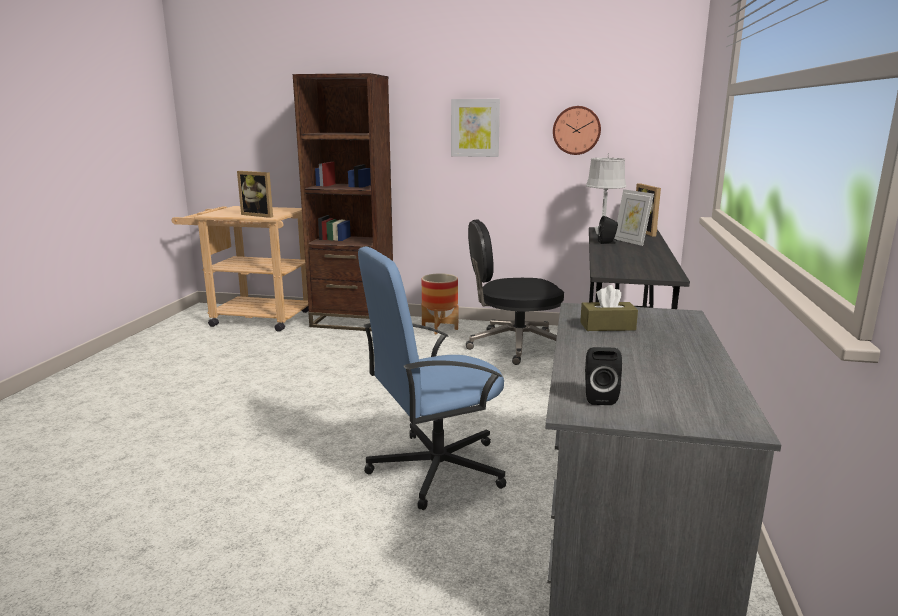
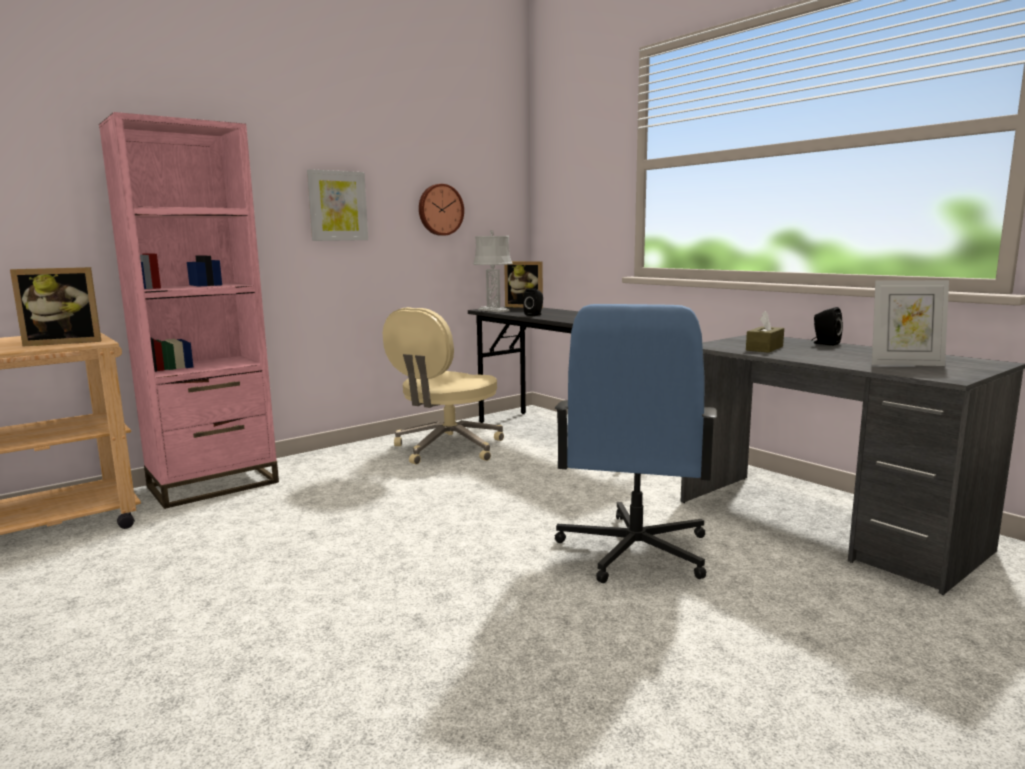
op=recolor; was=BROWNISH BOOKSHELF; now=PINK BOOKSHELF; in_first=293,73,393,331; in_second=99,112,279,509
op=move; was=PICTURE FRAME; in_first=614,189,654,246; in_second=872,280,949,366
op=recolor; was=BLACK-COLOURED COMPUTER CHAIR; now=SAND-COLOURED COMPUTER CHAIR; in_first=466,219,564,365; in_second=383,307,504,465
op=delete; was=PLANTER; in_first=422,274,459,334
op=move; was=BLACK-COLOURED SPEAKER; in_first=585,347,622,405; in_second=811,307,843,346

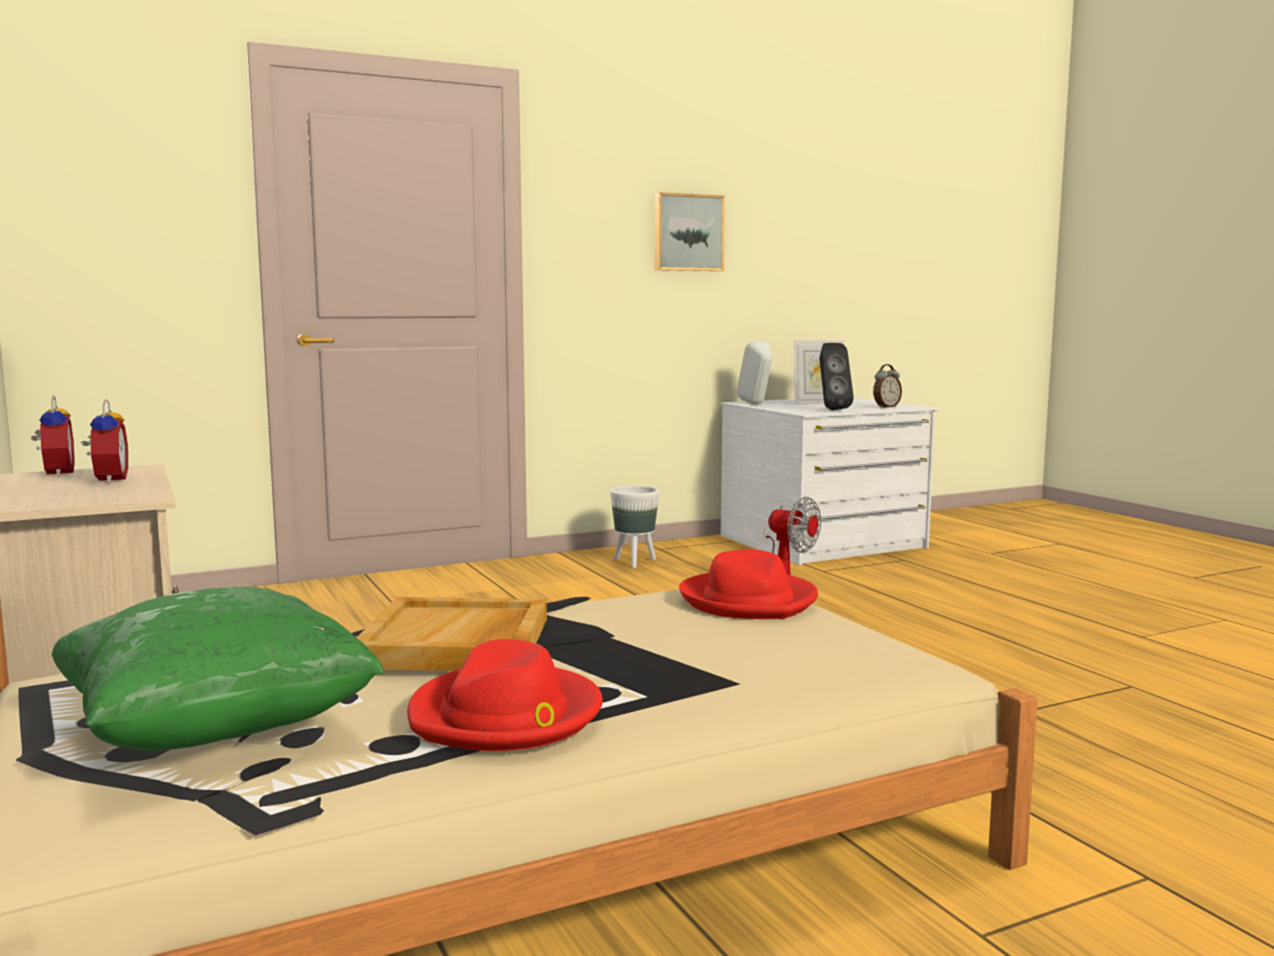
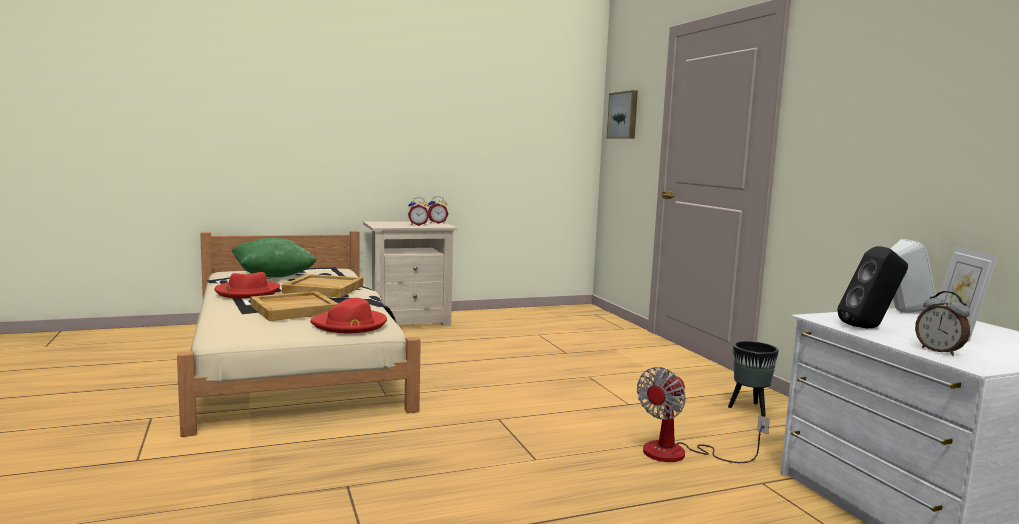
op=move; was=WALL PICTURE; in_first=655,192,725,271; in_second=607,90,638,139
op=recolor; was=WHITISH PLANTER; now=BLACK-COLOURED PLANTER; in_first=610,486,659,568; in_second=728,341,779,417
op=insert; now=SAND-COLOURED TRAY; in_second=250,291,338,321

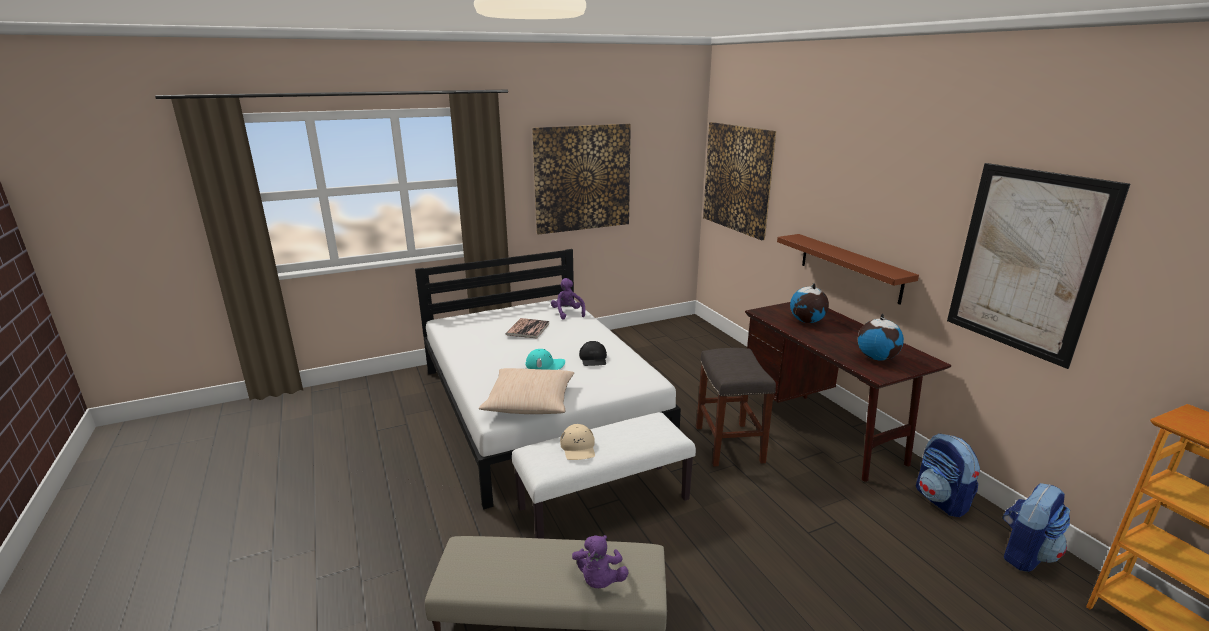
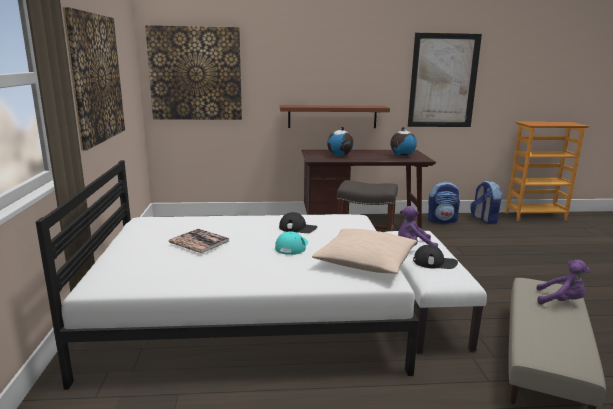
op=move; was=PURPLE-COLOURED CUDDLY TOY; in_first=551,278,585,320; in_second=398,206,438,247
op=recolor; was=SAND-COLOURED PEAKED CAP; now=BLACK-COLOURED PEAKED CAP; in_first=560,424,595,460; in_second=413,245,458,269

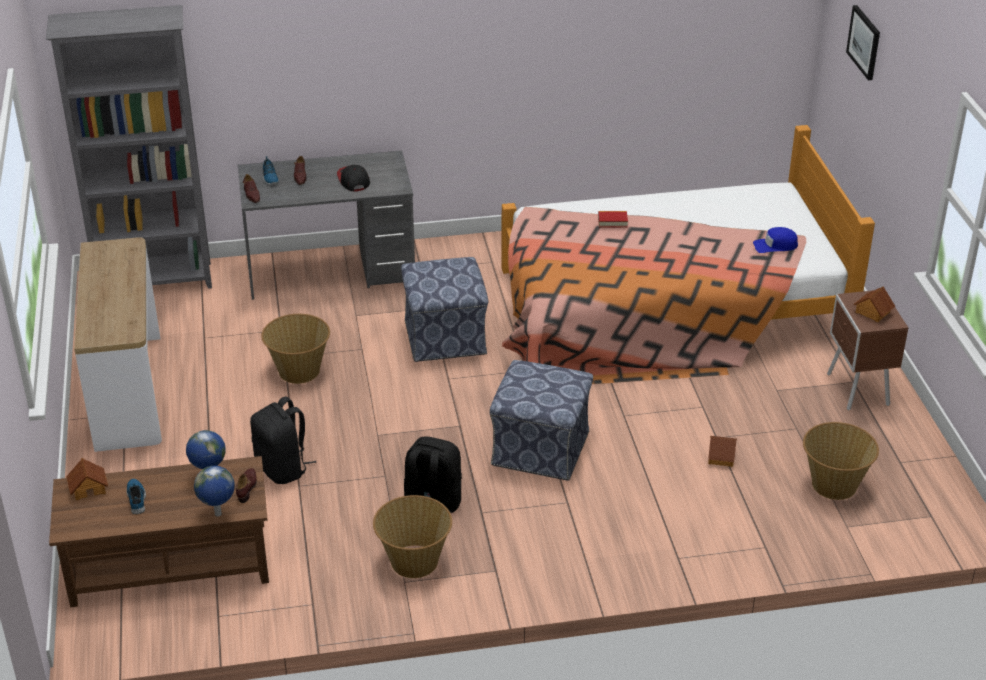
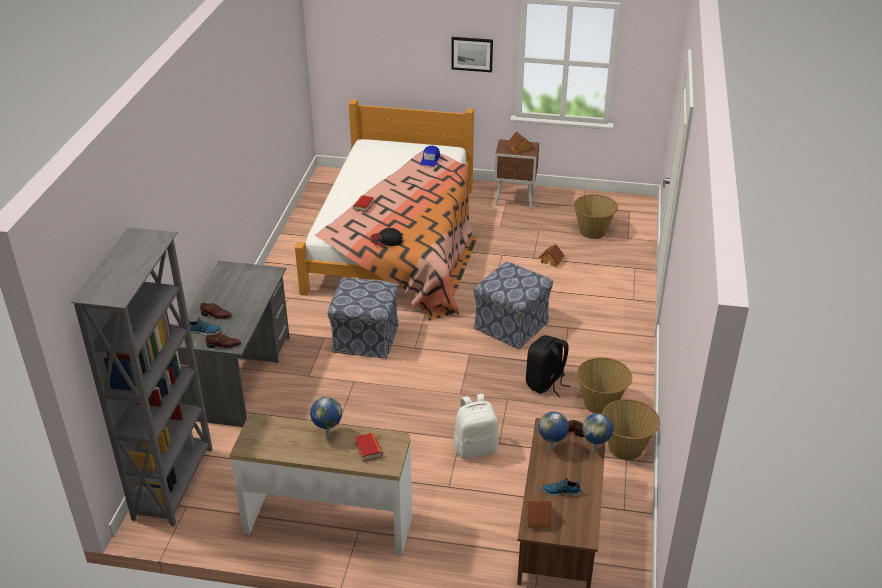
op=move; was=WALL PICTURE; in_first=846,5,880,80; in_second=451,37,493,72
op=move; was=PEAKED CAP; in_first=337,165,370,191; in_second=370,228,403,246
op=move; was=STORAGE BASKET; in_first=261,314,330,384; in_second=602,399,660,460
op=recolor; was=BLACK-COLOURED KNAPSACK; now=WHITISH KNAPSACK; in_first=250,396,316,484; in_second=454,394,498,459
op=insert; now=DESK GLOBE; in_second=310,397,342,437
op=insert; now=VOLUME; in_second=355,433,382,462

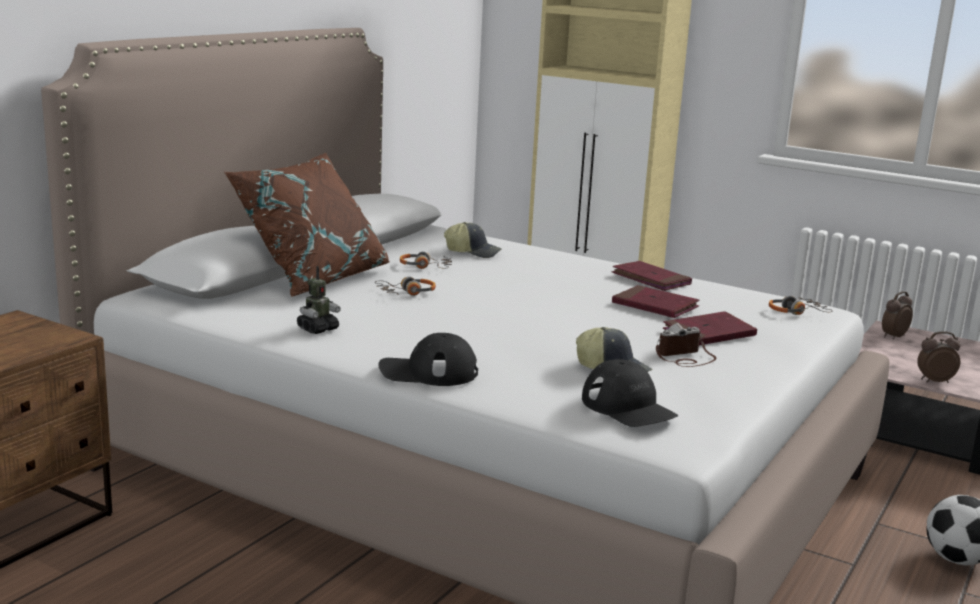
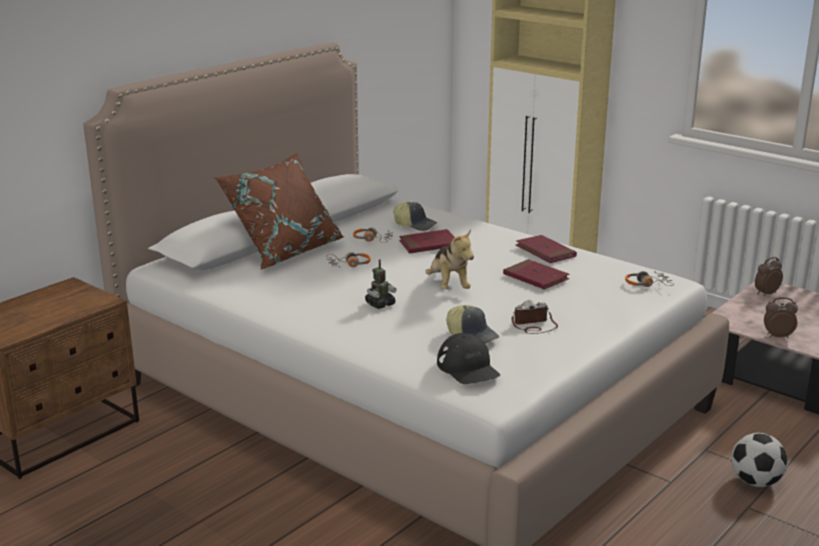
op=move; was=ROBOT FIGURE; in_first=297,266,341,334; in_second=365,259,397,309
op=move; was=RED-COLOURED VOLUME; in_first=663,311,757,345; in_second=399,229,455,253
op=delete; was=BLACK-COLOURED PEAKED CAP; in_first=378,333,478,386
op=insert; now=CUDDLY TOY; in_second=425,229,474,289

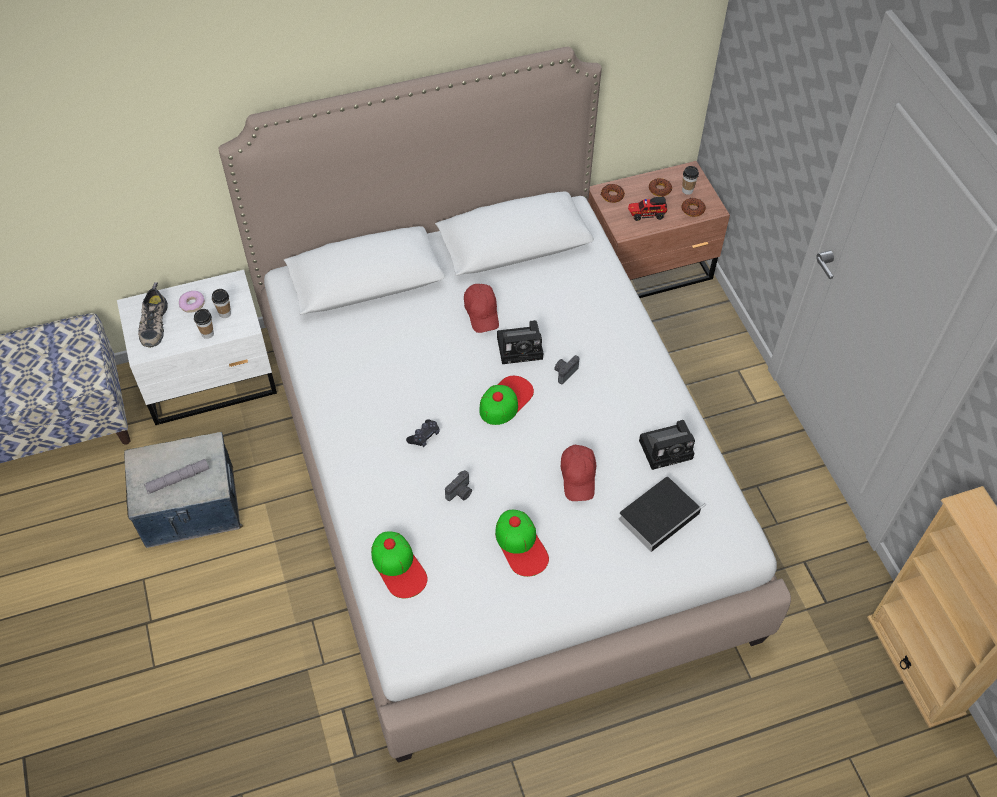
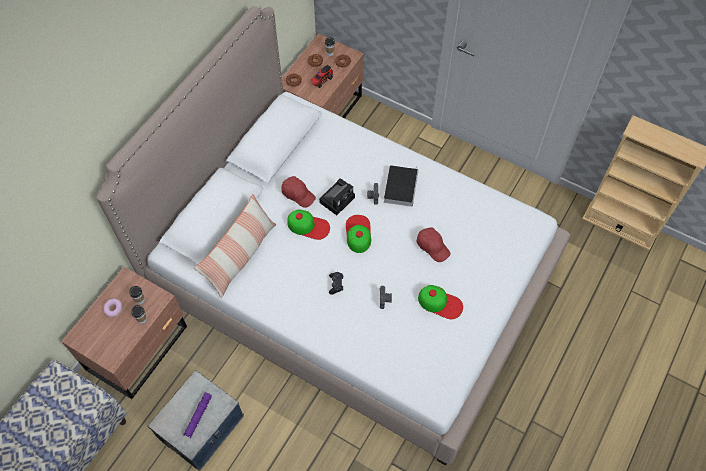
op=recolor; was=WHITISH NIGHT TABLE; now=BROWNISH NIGHT TABLE; in_first=117,270,277,425; in_second=61,267,187,399
op=delete; was=SHOE; in_first=138,282,168,348
op=delete; was=STILL CAMERA; in_first=639,420,695,470
op=recolor; was=GREY HAND TORCH; now=PURPLE-COLOURED HAND TORCH; in_first=144,459,209,494; in_second=183,392,212,438
op=move; was=VOLUME; in_first=619,477,706,552; in_second=384,165,419,207
op=move; was=PEAKED CAP; in_first=371,531,428,598; in_second=287,210,330,240
op=insert; now=THROW PILLOW; in_second=194,194,276,299

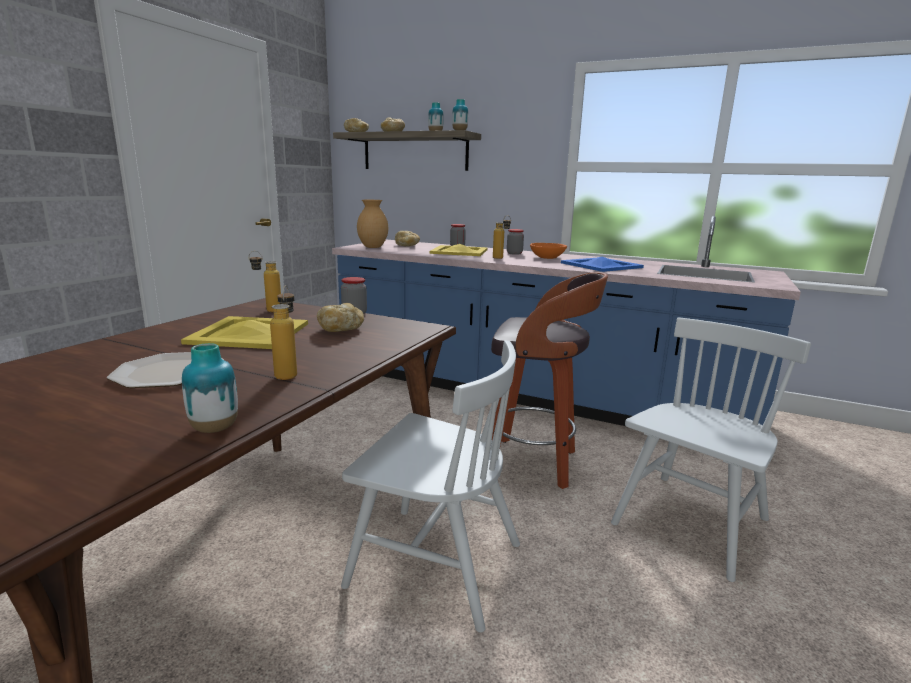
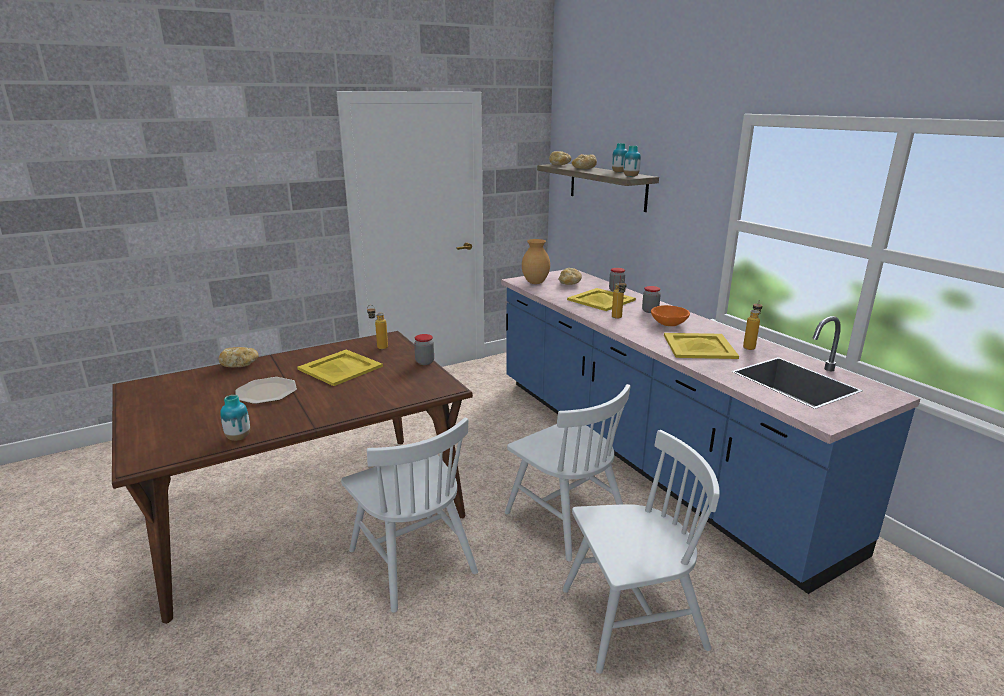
op=recolor; was=BLUE-COLOURED TRAY; now=YELLOW TRAY; in_first=561,257,644,272; in_second=664,333,739,359
op=replace; was=STOOL SEAT; now=WHITISH CHAIR; in_first=491,272,608,489; in_second=505,384,630,562
op=move; was=DRINK BOTTLE; in_first=270,285,297,380; in_second=743,300,762,350
op=move; was=BAKED BREAD; in_first=317,303,364,332; in_second=219,347,258,367

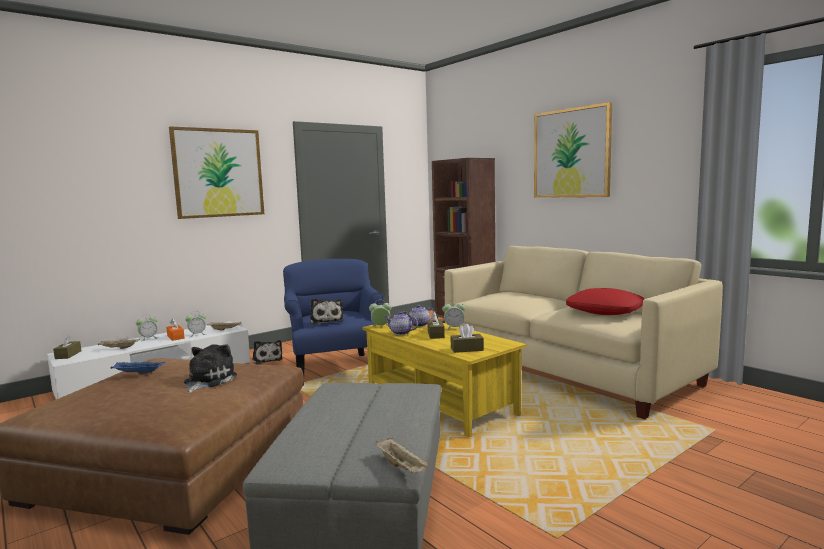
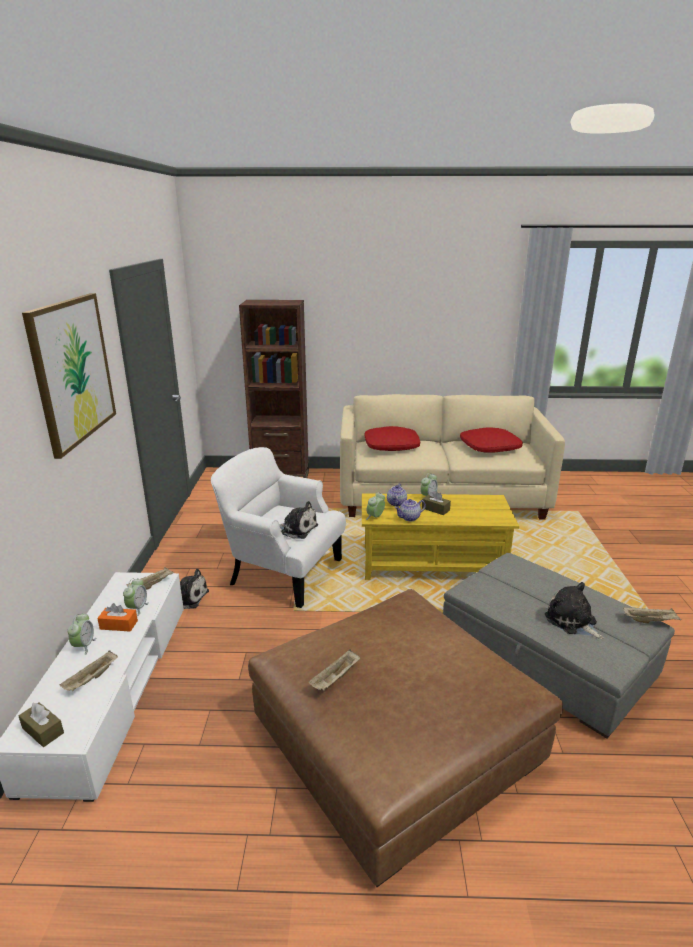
op=delete; was=WALL PICTURE; in_first=534,102,612,198
op=recolor; was=BLUE-COLOURED EASY CHAIR; now=WHITISH EASY CHAIR; in_first=283,259,384,386; in_second=211,447,346,608
op=delete; was=BROWNISH TISSUE BOX; in_first=451,324,484,353
op=move; was=CUDDLY TOY; in_first=184,344,237,393; in_second=545,582,604,639
op=recolor; was=BLUE-COLOURED TRAY; now=SAND-COLOURED TRAY; in_first=110,362,165,375; in_second=309,649,360,691
op=insert; now=RED-COLOURED THROW PILLOW; in_second=365,426,420,451

